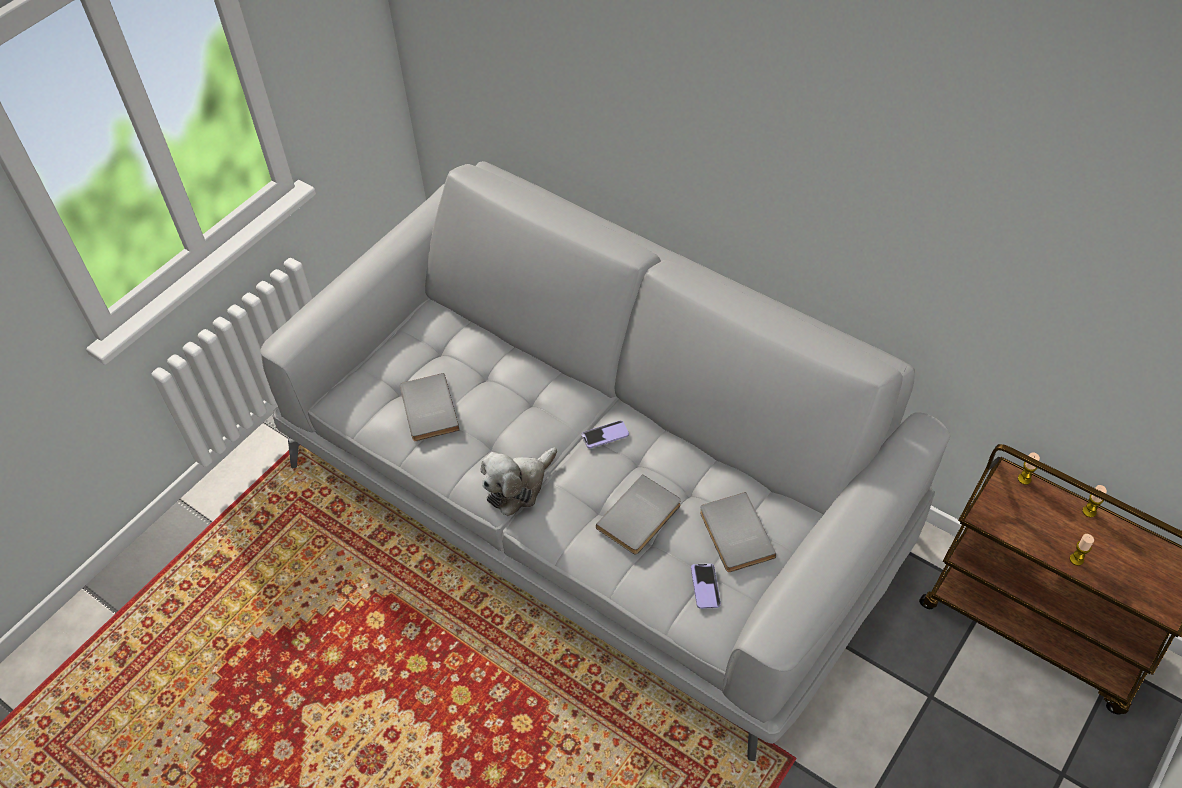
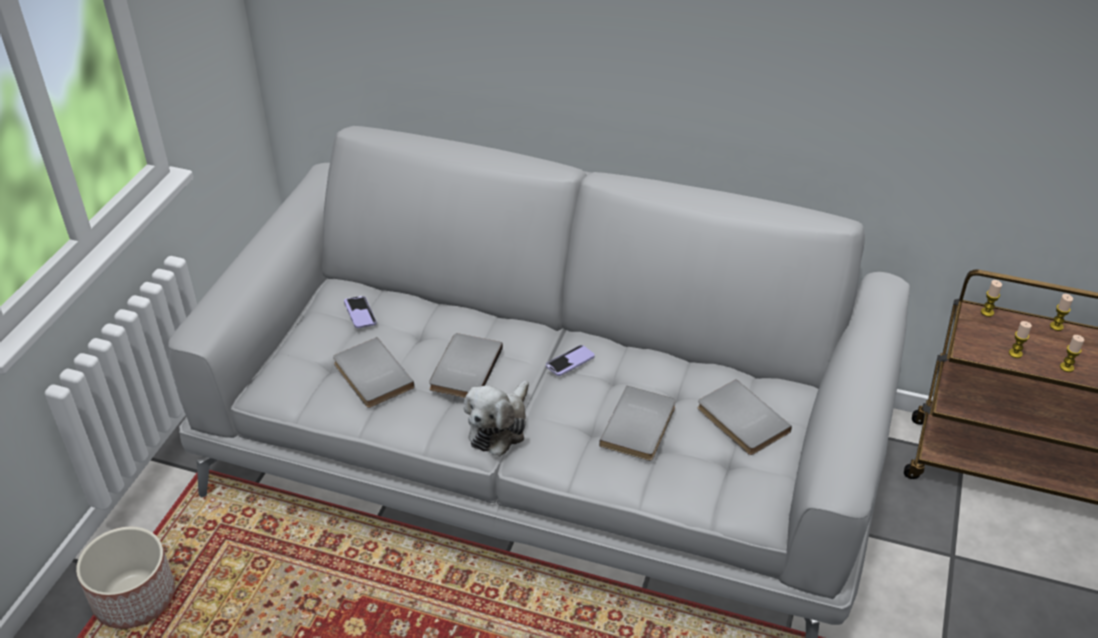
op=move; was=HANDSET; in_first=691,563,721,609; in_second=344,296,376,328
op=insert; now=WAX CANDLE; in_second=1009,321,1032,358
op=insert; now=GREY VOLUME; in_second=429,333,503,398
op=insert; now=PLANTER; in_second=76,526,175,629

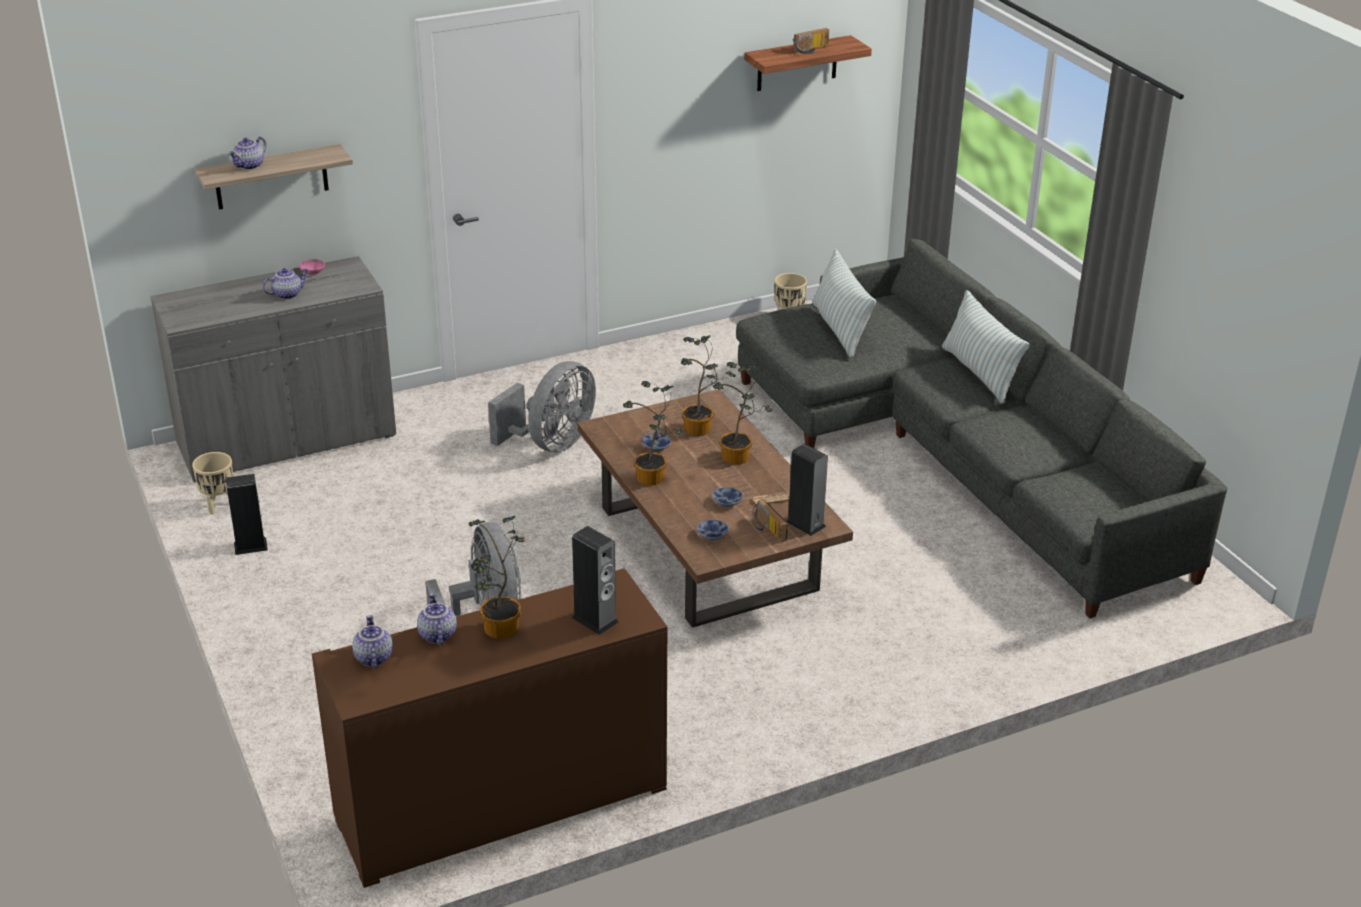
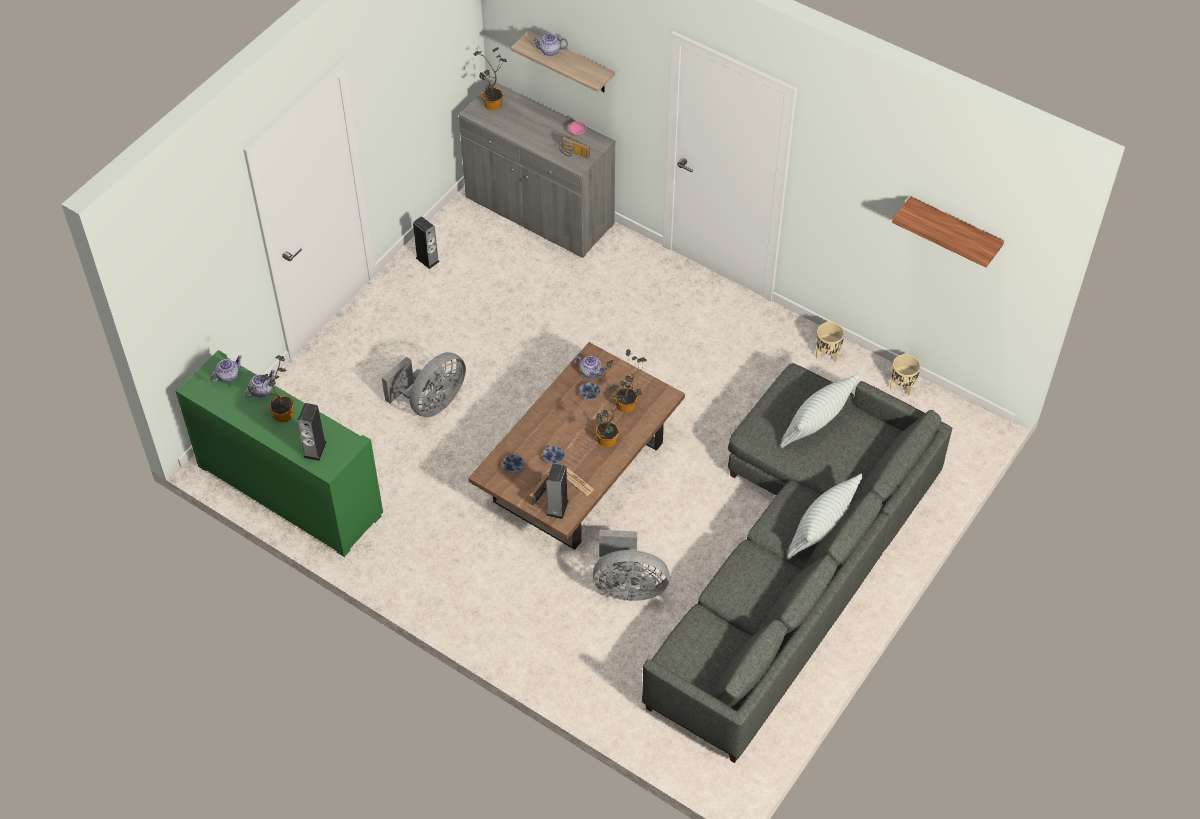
op=move; was=RADIO SET; in_first=793,28,829,54; in_second=559,136,590,159
op=move; was=TEAPOT; in_first=262,268,308,299; in_second=574,356,607,378
op=move; was=GREY ELECTRIC FAN; in_first=488,361,596,452; in_second=593,530,670,601
op=move; was=POTTED PLANT; in_first=623,381,684,486; in_second=474,47,507,111
op=move; was=SAND-COLOURED PLANTER; in_first=192,452,234,515; in_second=816,322,845,362
op=recolor; was=BROWNISH CUPBOARD; now=GREEN CUPBOARD; in_first=312,568,668,888; in_second=176,350,383,557

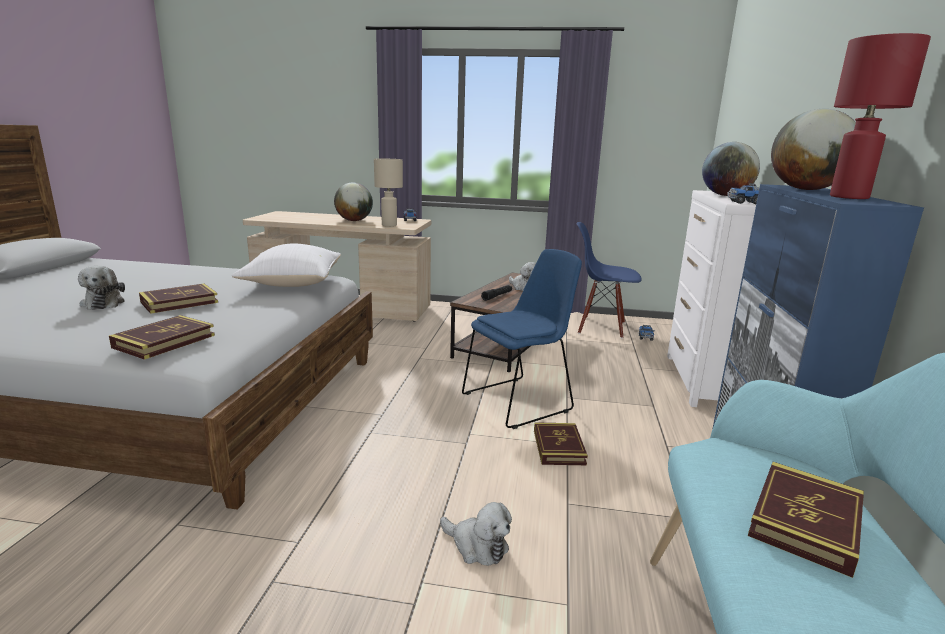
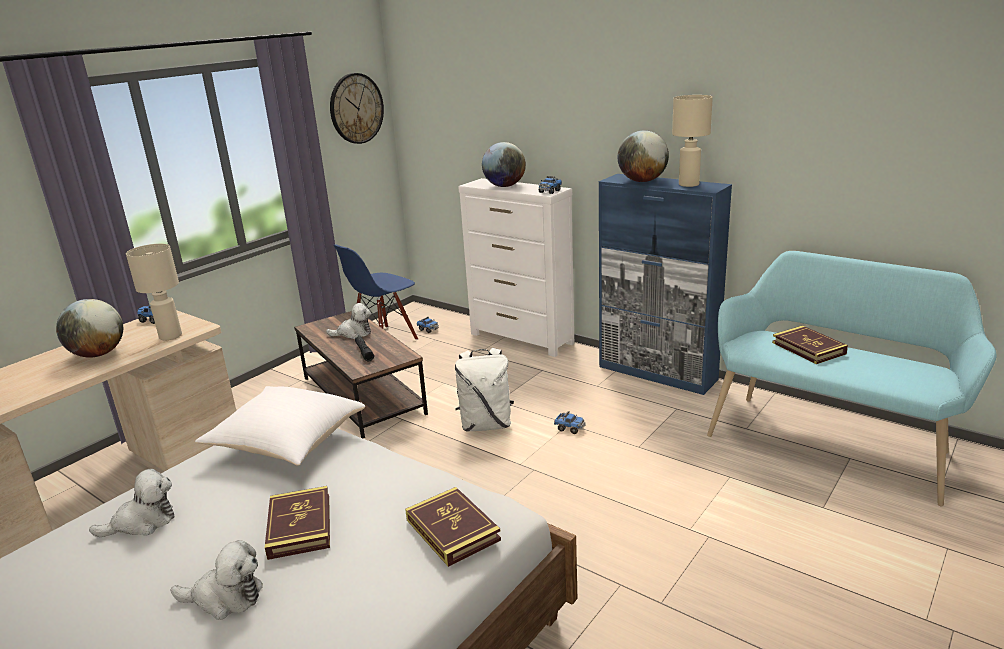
op=recolor; was=RED-COLOURED TABLETOP LAMP; now=SAND-COLOURED TABLETOP LAMP; in_first=830,33,931,199; in_second=672,95,713,187
op=replace; was=BLUE-COLOURED CHAIR; now=WHITISH KNAPSACK; in_first=462,249,582,429; in_second=455,348,514,432
op=replace; was=VOLUME; now=TOY TRUCK; in_first=534,422,588,465; in_second=554,411,586,434
op=move; was=CUDDLY TOY; in_first=440,502,512,566; in_second=89,469,174,537
op=insert; now=WALL CLOCK; in_second=330,73,384,144

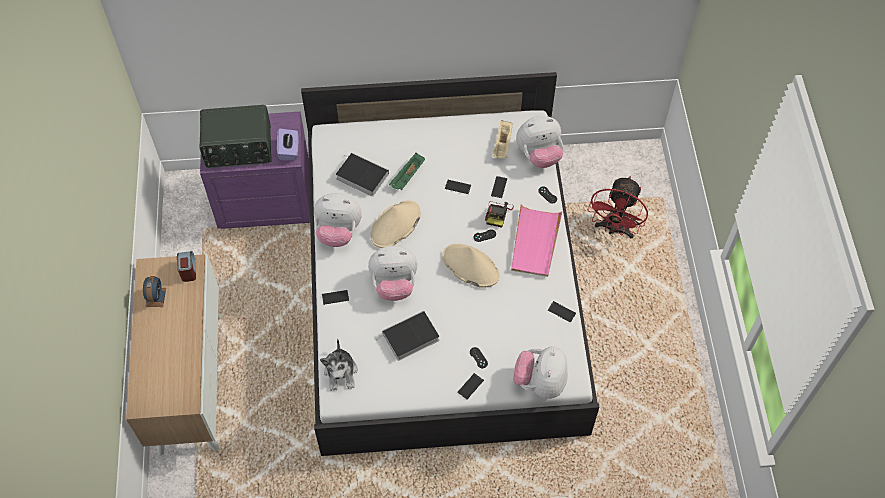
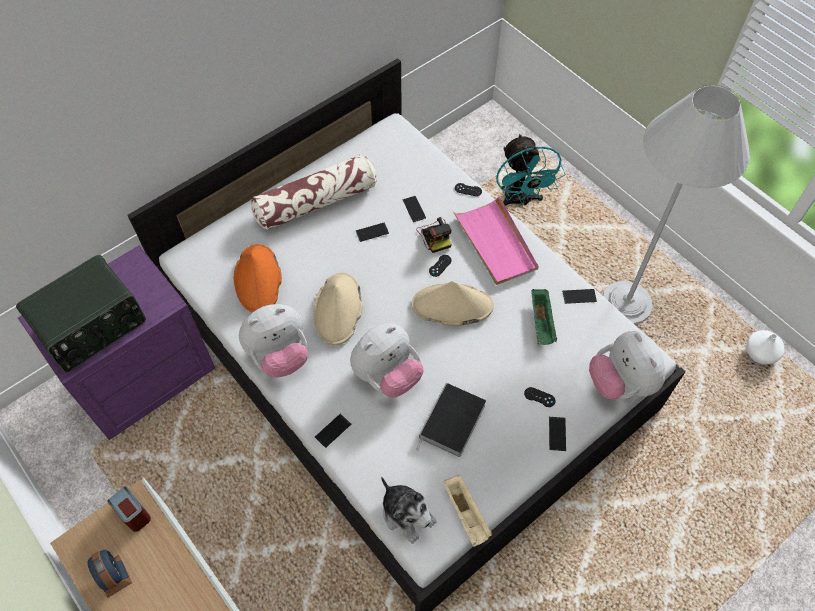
op=delete; was=CUDDLY TOY; in_first=516,116,563,168
op=move; was=SAND-COLOURED TRAY; in_first=493,120,513,159; in_second=443,475,492,547
op=delete; was=PURPLE-COLOURED TISSUE BOX; in_first=277,128,298,161
op=replace; was=VOLUME; now=ORANGE WEARABLE HAT; in_first=336,153,389,197; in_second=234,244,282,312
op=move; was=GREEN TRAY; in_first=389,153,425,190; in_second=531,289,557,345
op=recolor; was=RED-COLOURED ELECTRIC FAN; now=TURQUOISE-COLOURED ELECTRIC FAN; in_first=588,176,648,238; in_second=496,134,565,207
op=insert; now=WHITISH STANDARD LAMP; in_second=603,85,750,324
op=insert; now=THROW PILLOW; in_second=251,155,376,230
op=insert; now=WHITISH FLOWER VASE; in_second=746,330,784,365

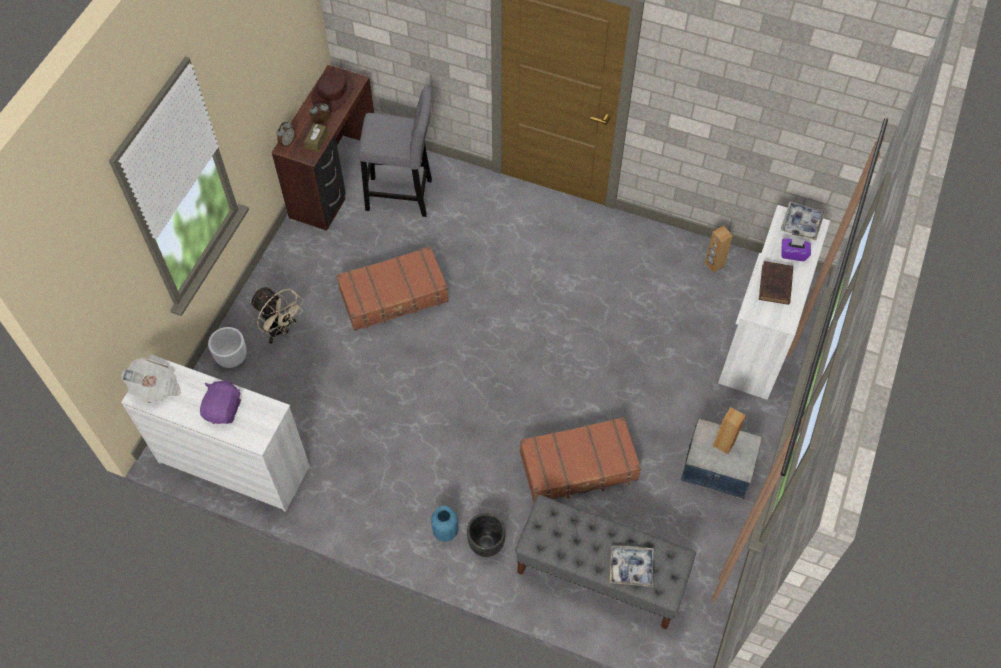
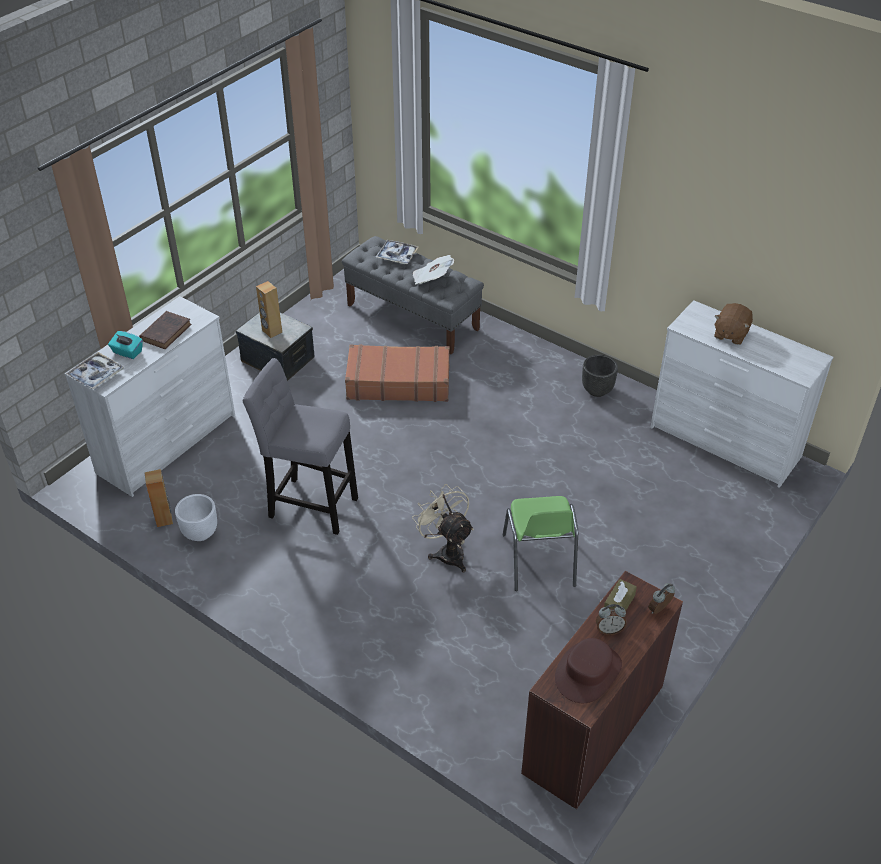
op=move; was=GREY STOOL SEAT; in_first=359,87,432,217; in_second=243,358,358,535
op=recolor; was=PURPLE-COLOURED TISSUE BOX; now=TURQUOISE-COLOURED TISSUE BOX; in_first=781,238,811,261; in_second=108,331,143,359
op=replace; was=BROWNISH TRAVEL CASE; now=GREEN CHAIR; in_first=336,246,449,331; in_second=503,496,578,591
op=move; was=SAND-COLOURED ELECTRIC FAN; in_first=250,287,304,344; in_second=412,484,474,573
op=move; was=WHITISH PLANTER; in_first=208,327,247,368; in_second=175,494,217,541
op=move; was=NEWSPAPER; in_first=121,358,181,403; in_second=413,255,454,285
op=recolor; was=PURPLE-COLOURED CUDDLY TOY; now=BROWNISH CUDDLY TOY; in_first=200,381,241,424; in_second=714,303,753,345
op=delete; was=BLUE-COLOURED FLOWER VASE; in_first=431,506,458,542
op=move; was=BLACK-COLOURED PLANTER; in_first=467,513,506,557; in_second=582,355,618,397

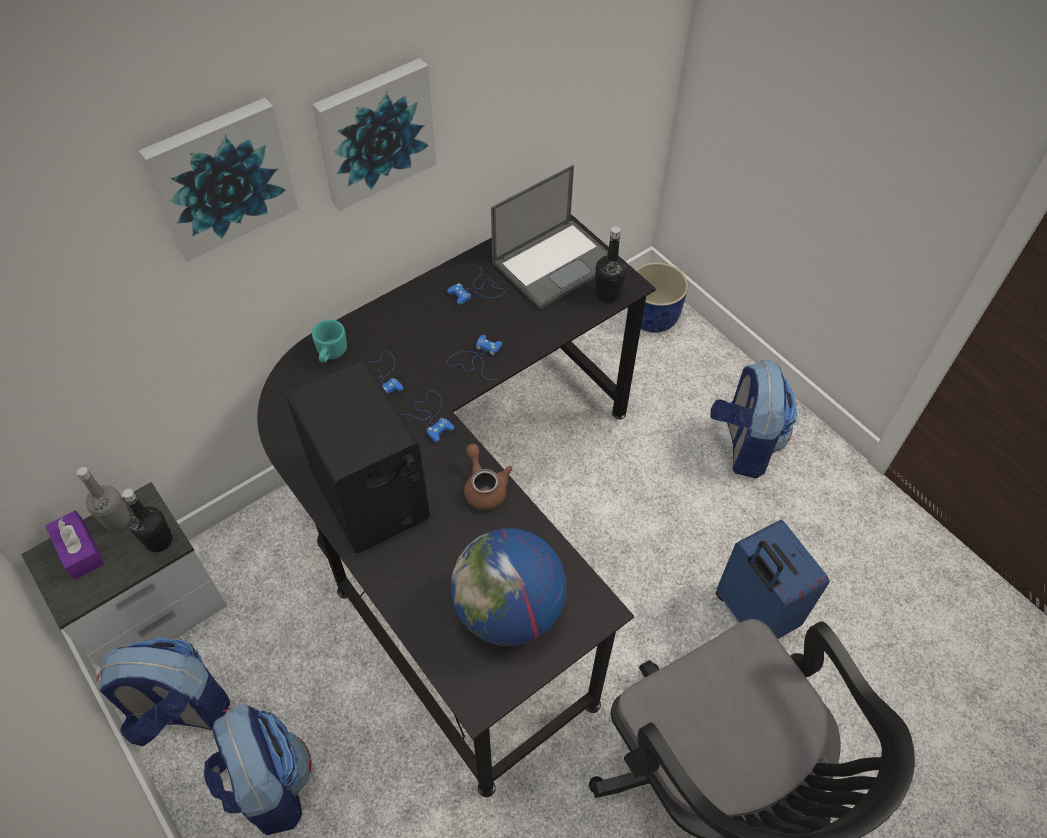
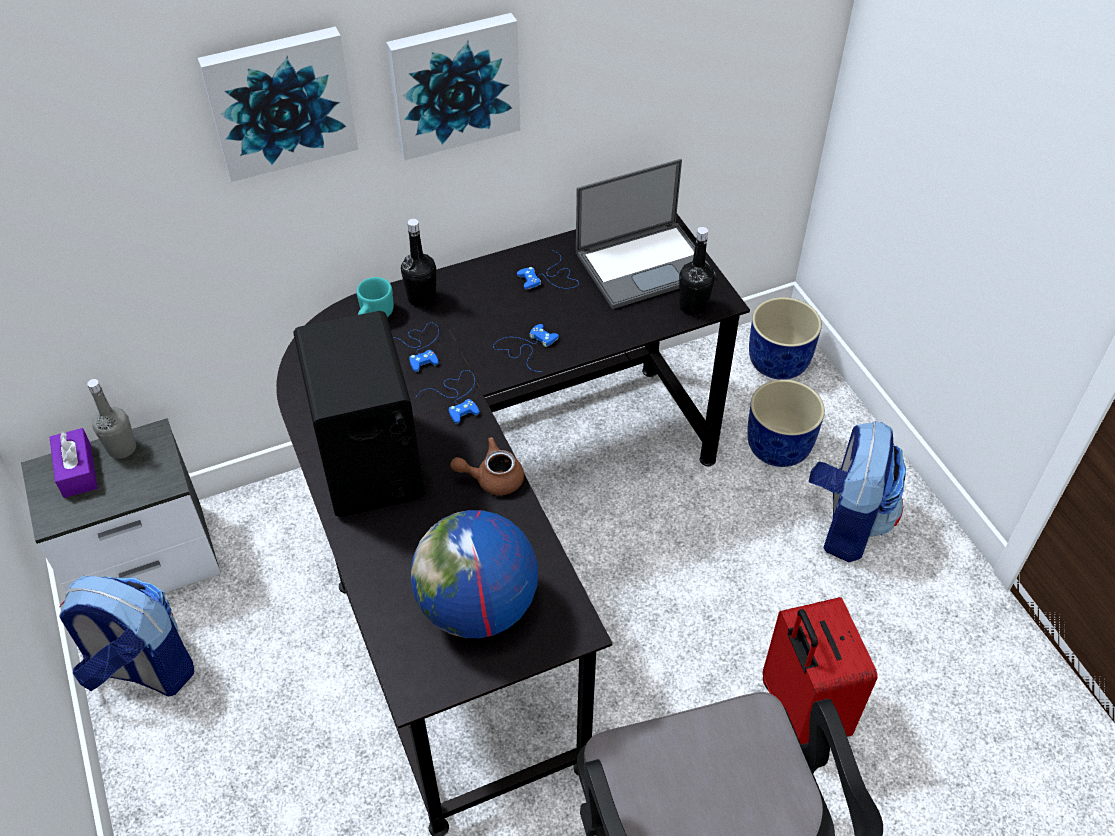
op=rotate; was=BROWNISH TEAPOT; in_first=464,444,512,510; in_second=450,437,524,495; clockwise=-90
op=move; was=BLACK-COLOURED DRINK BOTTLE; in_first=122,489,172,552; in_second=401,219,436,307
op=recolor; was=BLUE-COLOURED TRAVEL CASE; now=RED-COLOURED TRAVEL CASE; in_first=716,520,830,639; in_second=763,597,878,744
op=delete; was=KNAPSACK; in_first=204,704,312,835
op=insert; now=BLUE-COLOURED PLANTER; in_second=747,379,825,467

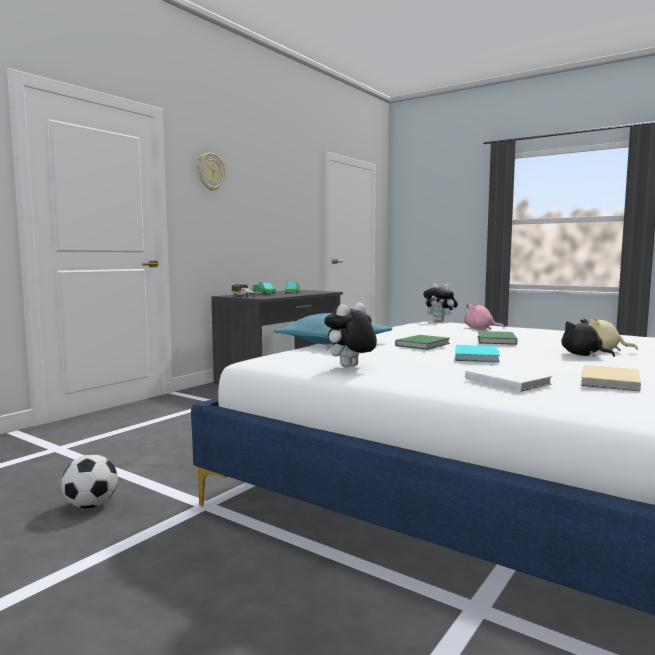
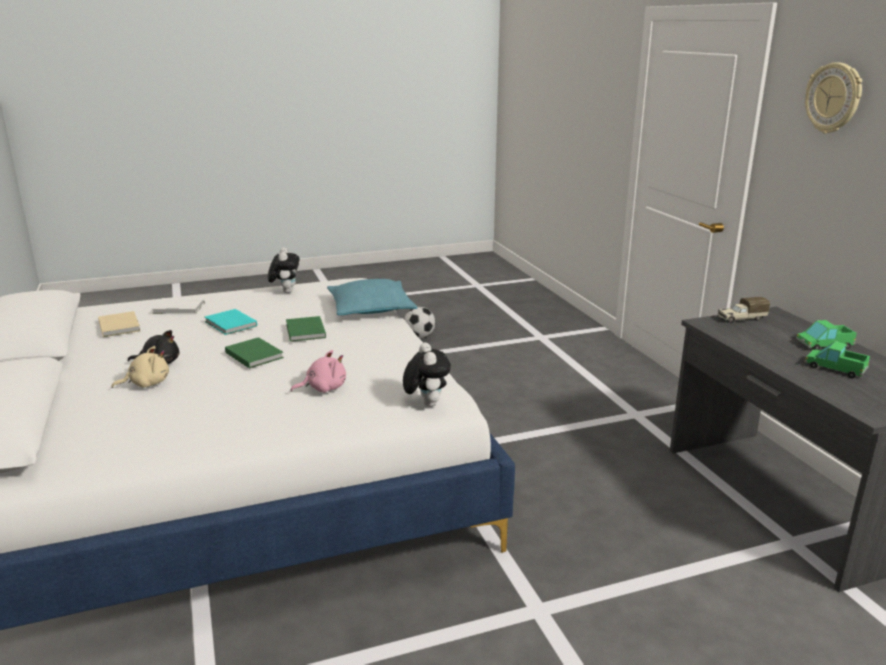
op=rotate; was=CUDDLY TOY; in_first=423,283,458,322; in_second=403,342,451,407; clockwise=90

